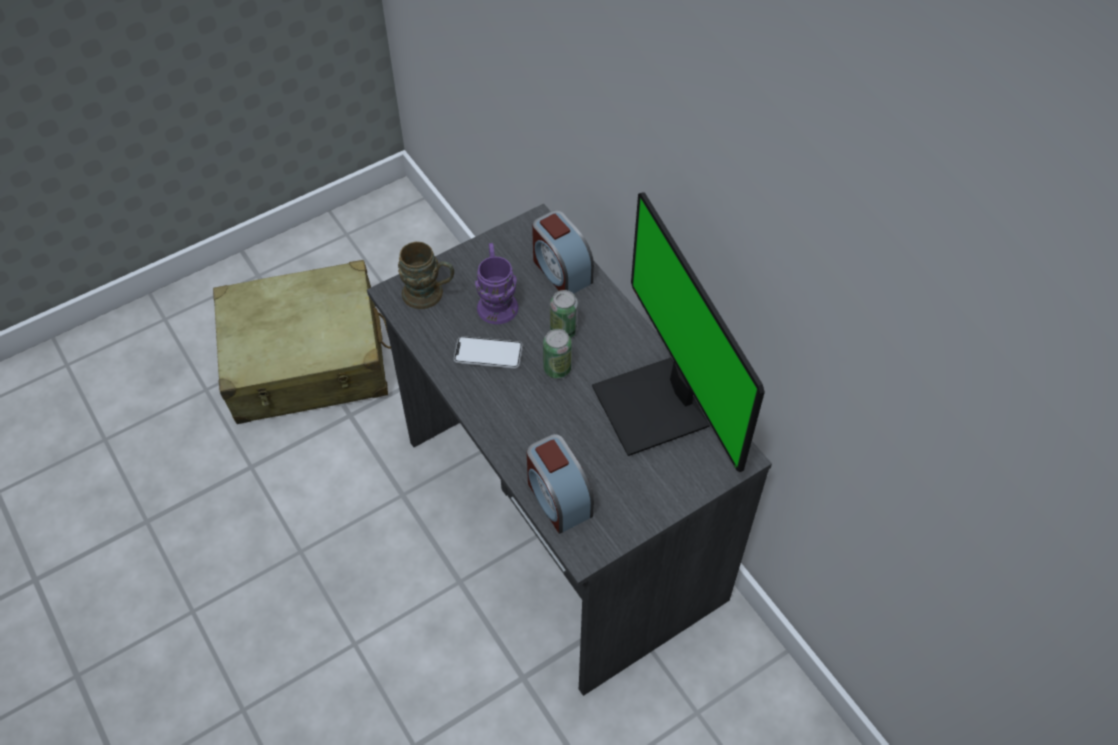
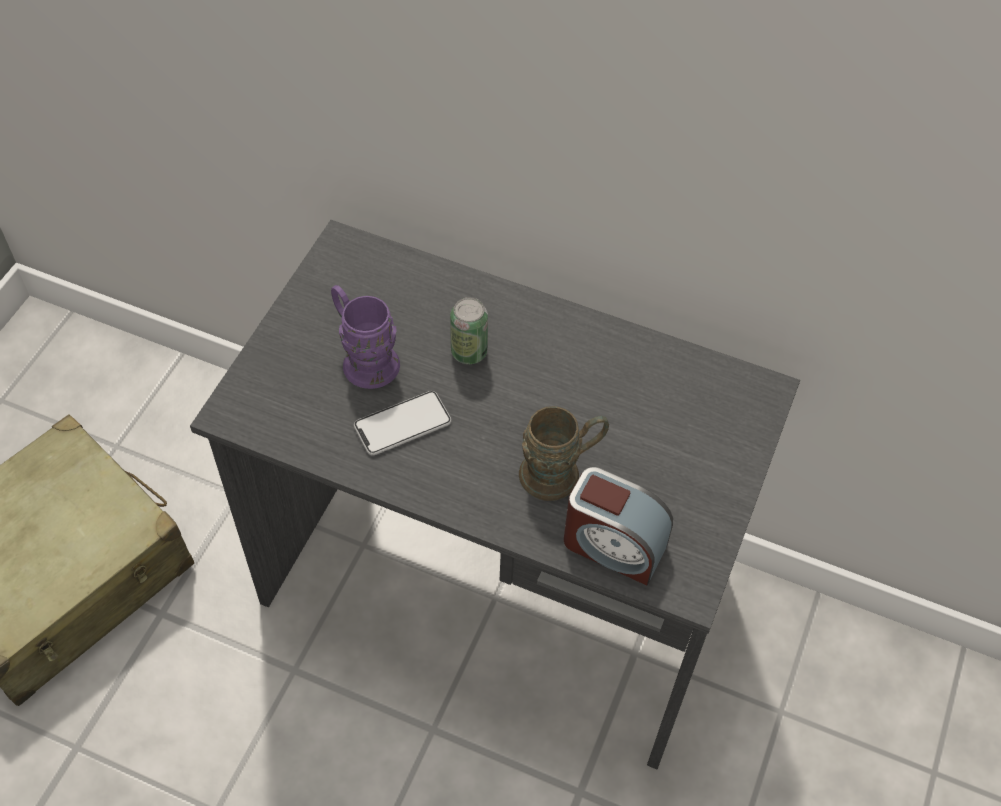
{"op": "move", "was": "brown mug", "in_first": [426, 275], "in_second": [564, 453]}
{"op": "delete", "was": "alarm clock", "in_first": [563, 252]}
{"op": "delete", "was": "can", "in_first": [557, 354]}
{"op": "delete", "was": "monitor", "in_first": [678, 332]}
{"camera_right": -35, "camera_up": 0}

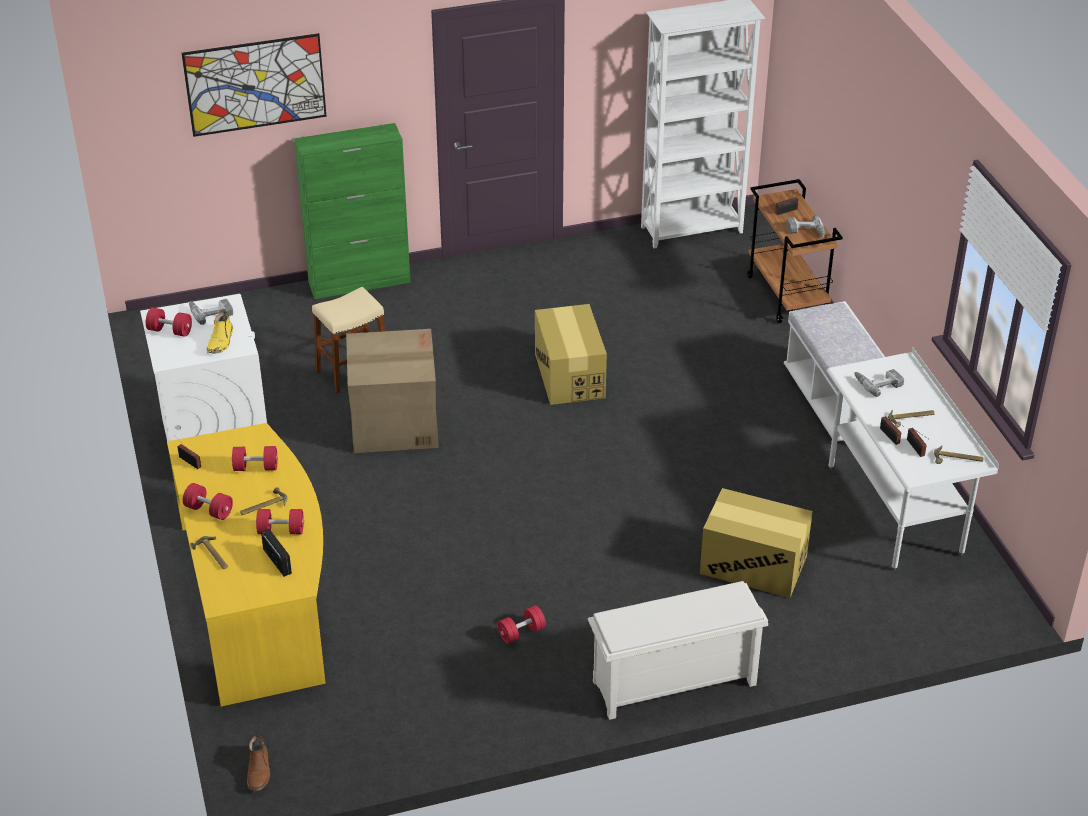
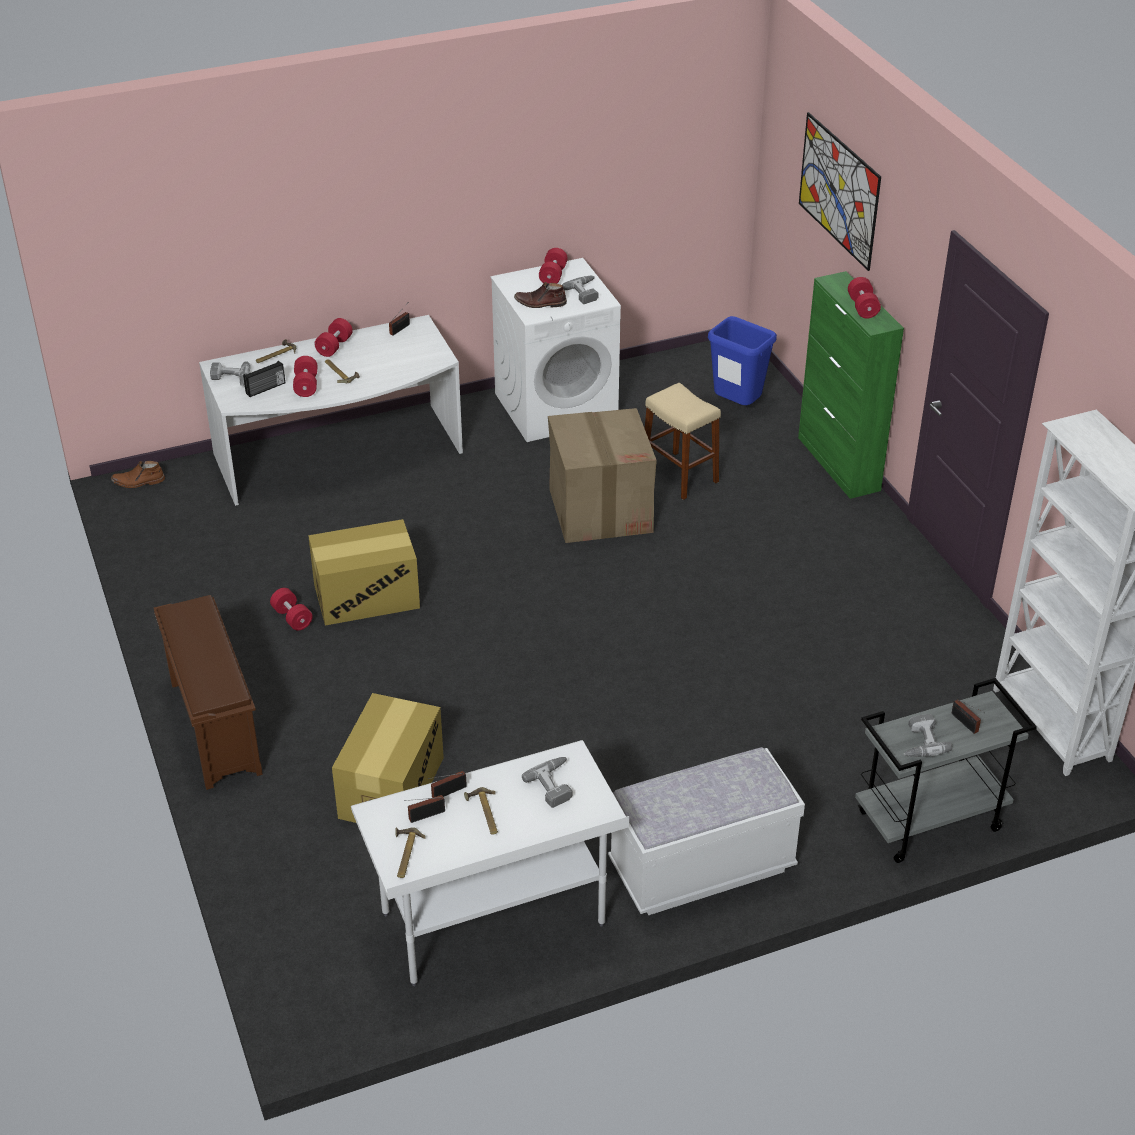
{"op": "recolor", "was": "yellow desk", "now": "white desk", "in_first": [246, 565], "in_second": [331, 410]}
{"op": "recolor", "was": "yellow boot", "now": "brown boot", "in_first": [219, 332], "in_second": [540, 295]}
{"op": "move", "was": "red dumbbell", "in_first": [255, 458], "in_second": [864, 298]}
{"op": "move", "was": "cardboard box", "in_first": [571, 354], "in_second": [364, 572]}
{"op": "recolor", "was": "white shoe rack", "now": "brown shoe rack", "in_first": [678, 650], "in_second": [208, 692]}
{"op": "recolor", "was": "brown cart", "now": "grey cart", "in_first": [795, 251], "in_second": [946, 770]}
{"op": "insert", "now": "power drill", "in_second": [230, 374]}
{"op": "insert", "now": "blue trash can", "in_second": [742, 360]}
{"camera_right": 85, "camera_up": 0}

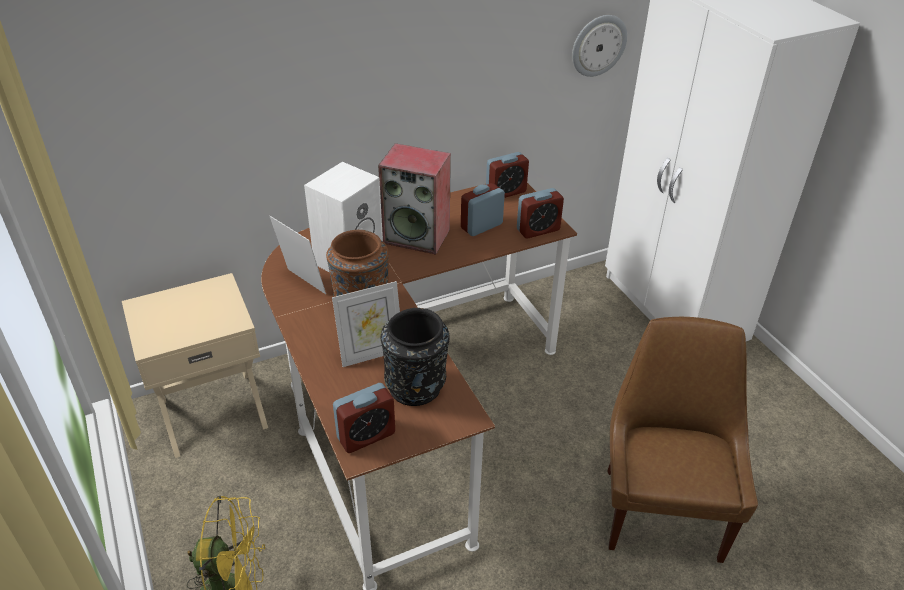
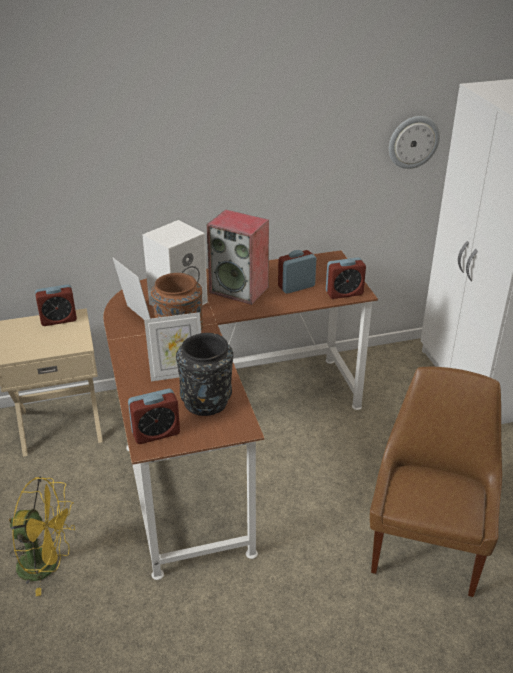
{"op": "move", "was": "alarm clock", "in_first": [507, 175], "in_second": [56, 305]}
{"camera_right": 10, "camera_up": -5}

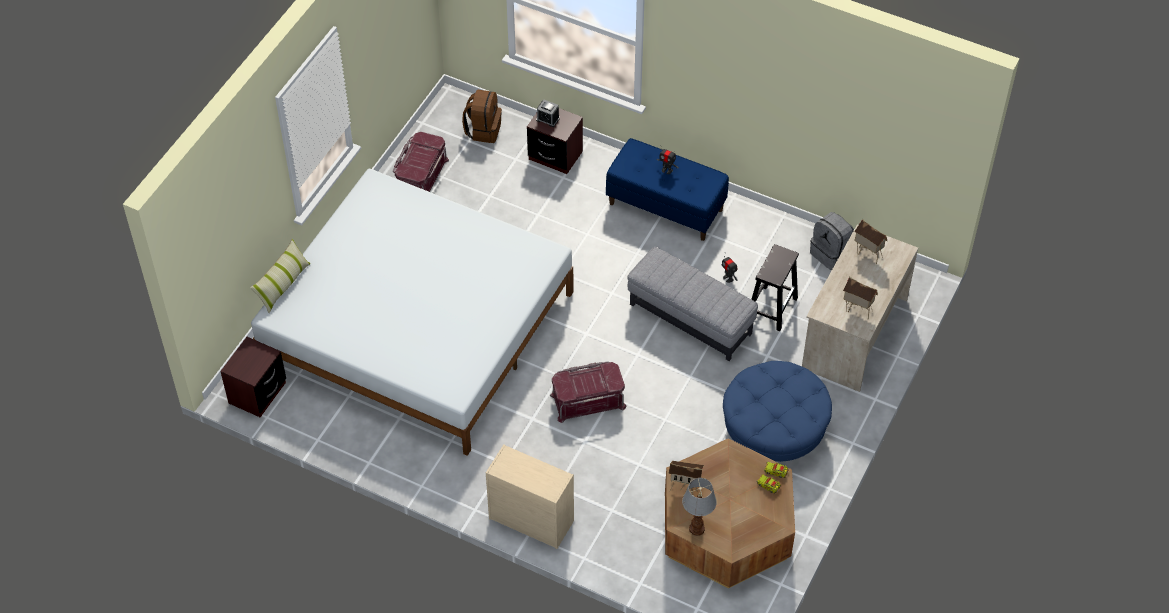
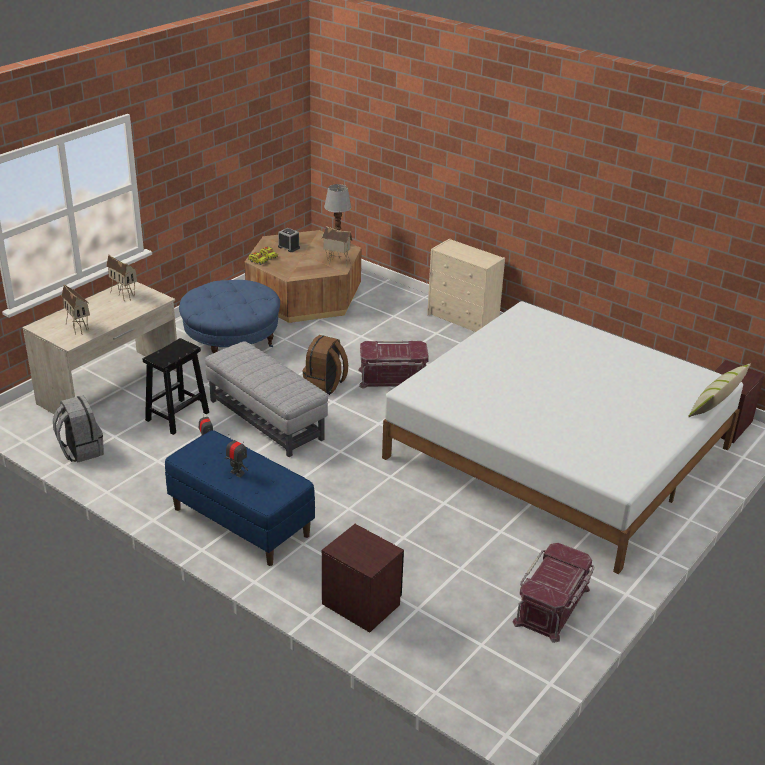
{"op": "move", "was": "brown backpack", "in_first": [482, 116], "in_second": [325, 365]}
{"op": "move", "was": "alarm clock", "in_first": [548, 113], "in_second": [289, 240]}
{"camera_right": -170, "camera_up": -20}

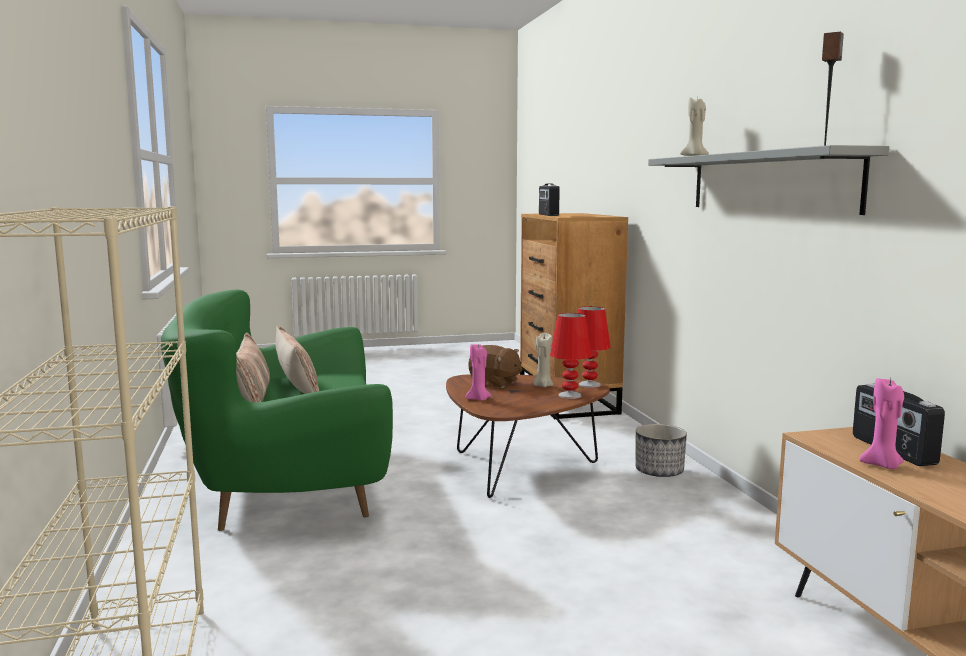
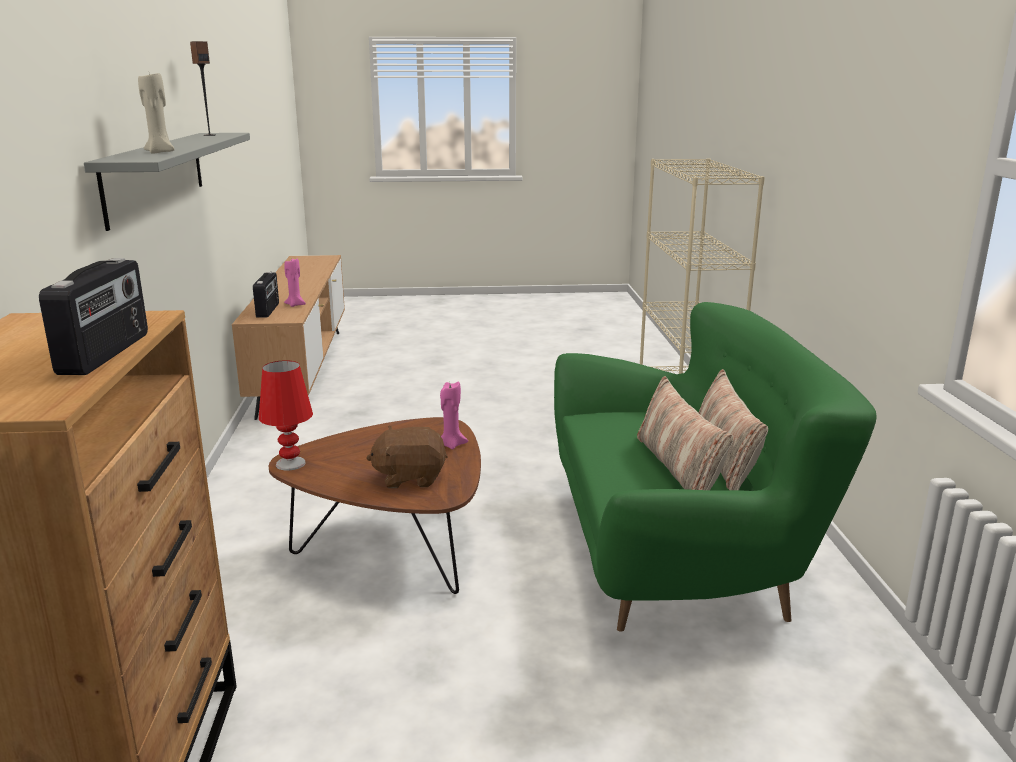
{"op": "rotate", "was": "brown plush toy", "in_first": [495, 366], "in_second": [407, 457], "clockwise": -45}
{"op": "delete", "was": "beige candle", "in_first": [543, 360]}
{"op": "delete", "was": "red table lamp", "in_first": [571, 356]}
{"op": "delete", "was": "planter", "in_first": [661, 450]}
{"camera_right": -170, "camera_up": 10}

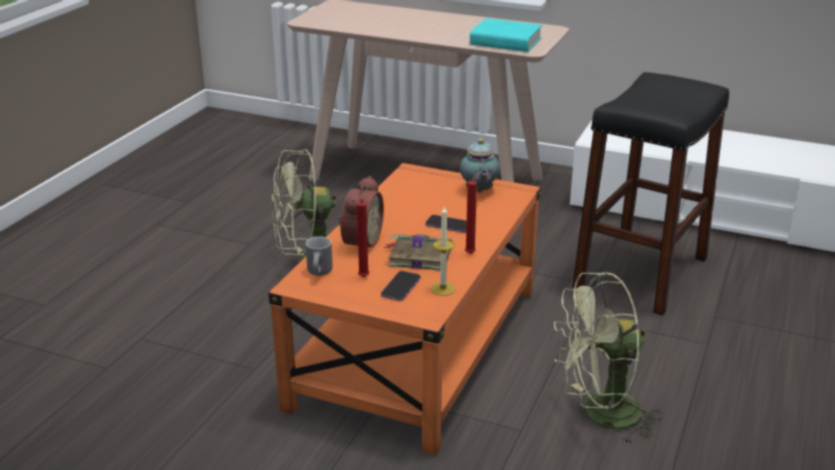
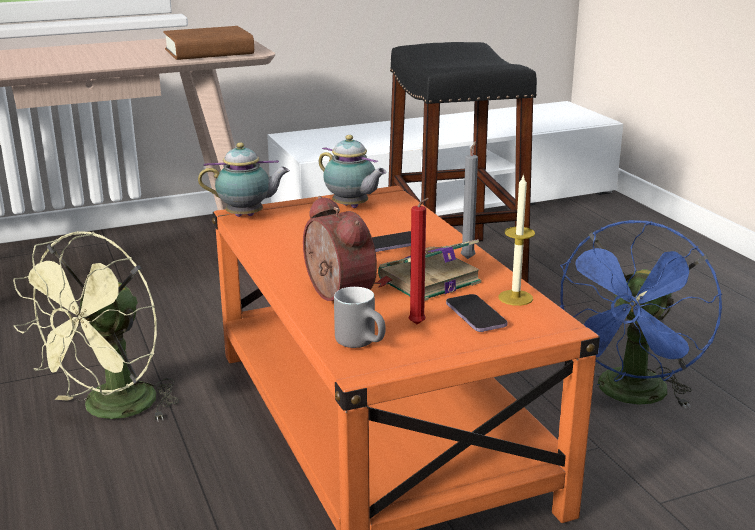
{"op": "recolor", "was": "red candle", "now": "grey candle", "in_first": [473, 213], "in_second": [469, 200]}
{"op": "recolor", "was": "turquoise book", "now": "brown book", "in_first": [506, 35], "in_second": [208, 43]}
{"op": "recolor", "was": "green fan", "now": "blue fan", "in_first": [608, 358], "in_second": [641, 314]}
{"op": "insert", "now": "teapot", "in_second": [244, 179]}
{"camera_right": -45, "camera_up": -5}

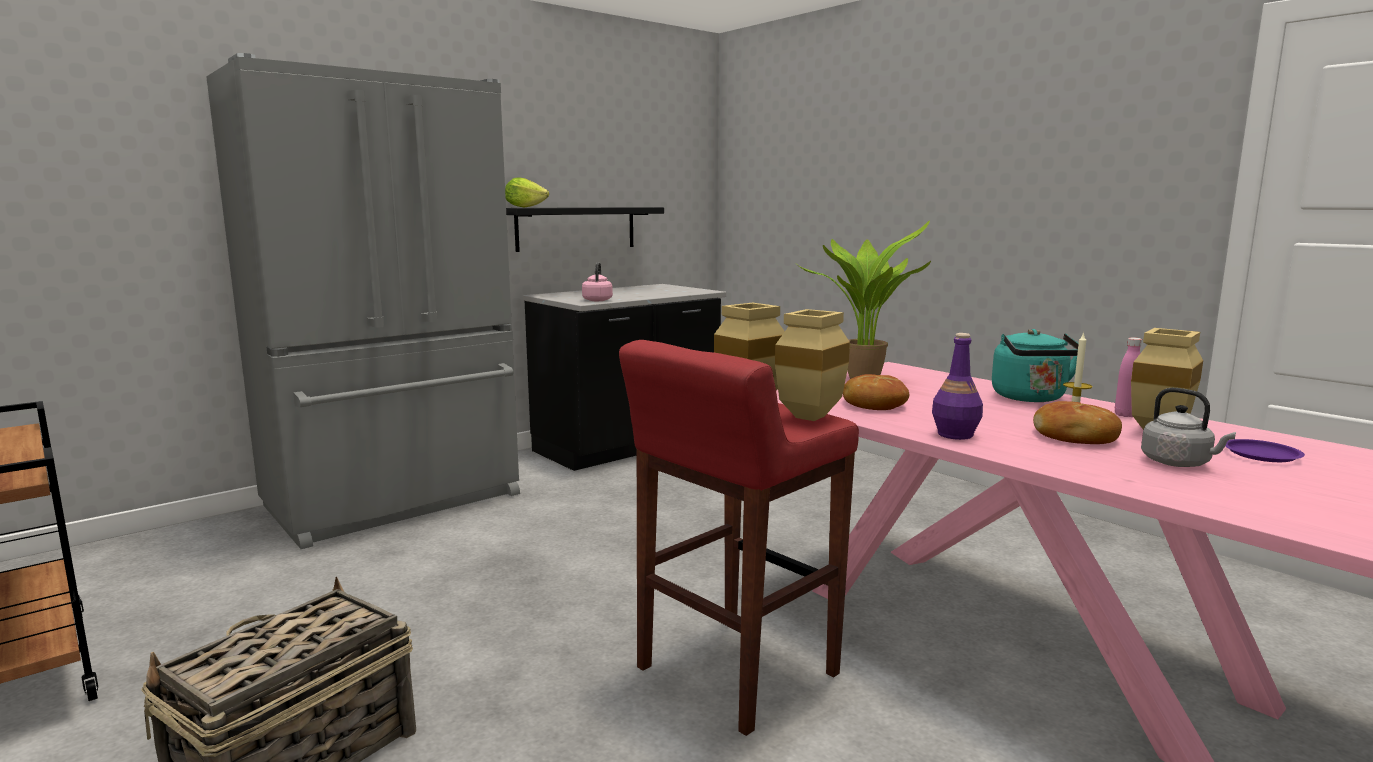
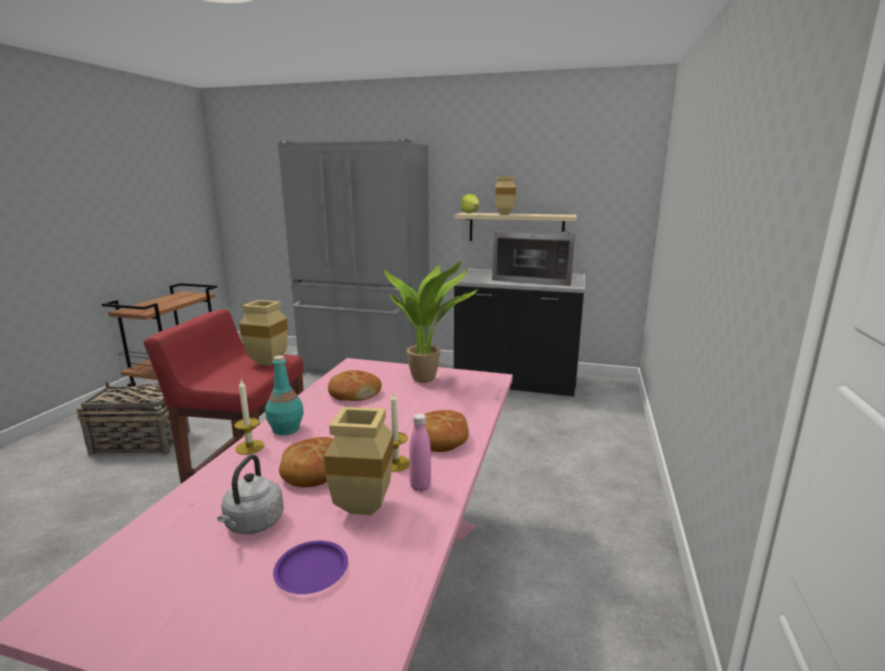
{"op": "recolor", "was": "black shelf", "now": "beige shelf", "in_first": [585, 229], "in_second": [516, 227]}
{"op": "delete", "was": "pink kettle", "in_first": [597, 281]}
{"op": "move", "was": "beige vase", "in_first": [812, 365], "in_second": [505, 195]}
{"op": "recolor", "was": "purple bottle", "now": "turquoise bottle", "in_first": [957, 386], "in_second": [284, 395]}
{"op": "replace", "was": "turquoise kettle", "now": "bread", "in_first": [1035, 365], "in_second": [441, 431]}
{"op": "insert", "now": "candle", "in_second": [249, 417]}
{"op": "insert", "now": "microwave", "in_second": [533, 258]}
{"camera_right": 55, "camera_up": 5}

